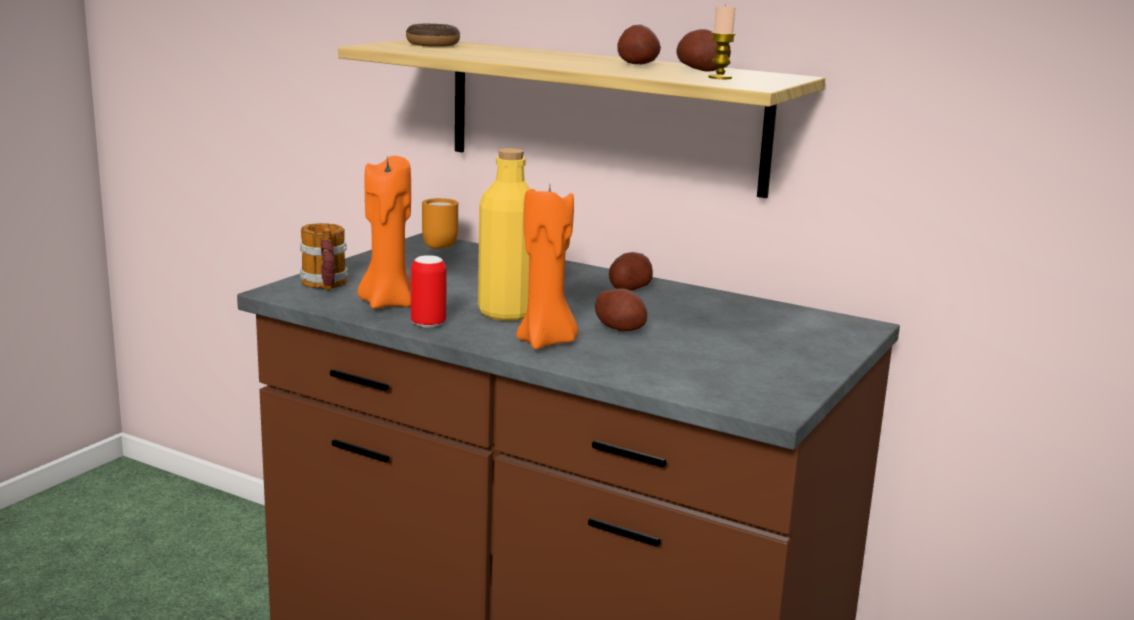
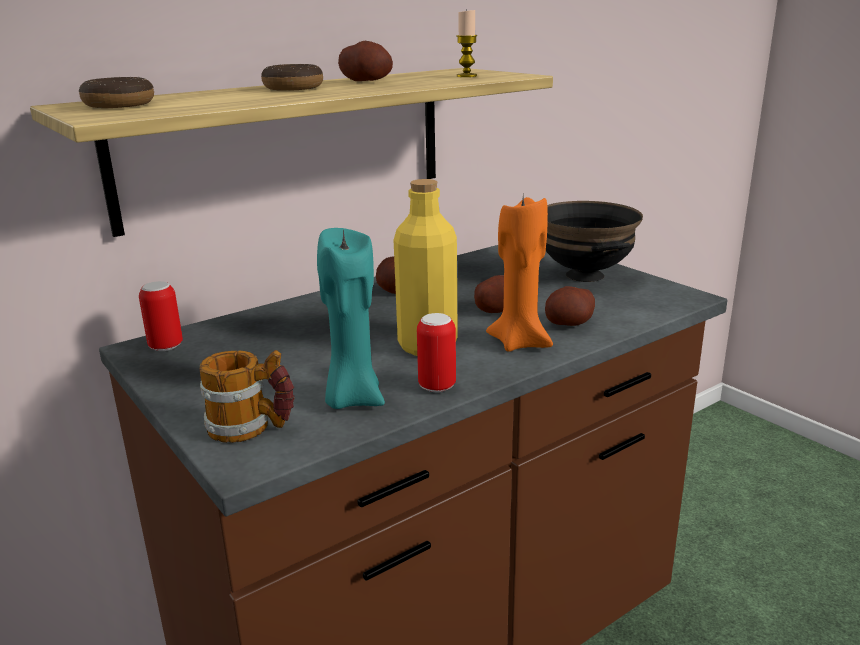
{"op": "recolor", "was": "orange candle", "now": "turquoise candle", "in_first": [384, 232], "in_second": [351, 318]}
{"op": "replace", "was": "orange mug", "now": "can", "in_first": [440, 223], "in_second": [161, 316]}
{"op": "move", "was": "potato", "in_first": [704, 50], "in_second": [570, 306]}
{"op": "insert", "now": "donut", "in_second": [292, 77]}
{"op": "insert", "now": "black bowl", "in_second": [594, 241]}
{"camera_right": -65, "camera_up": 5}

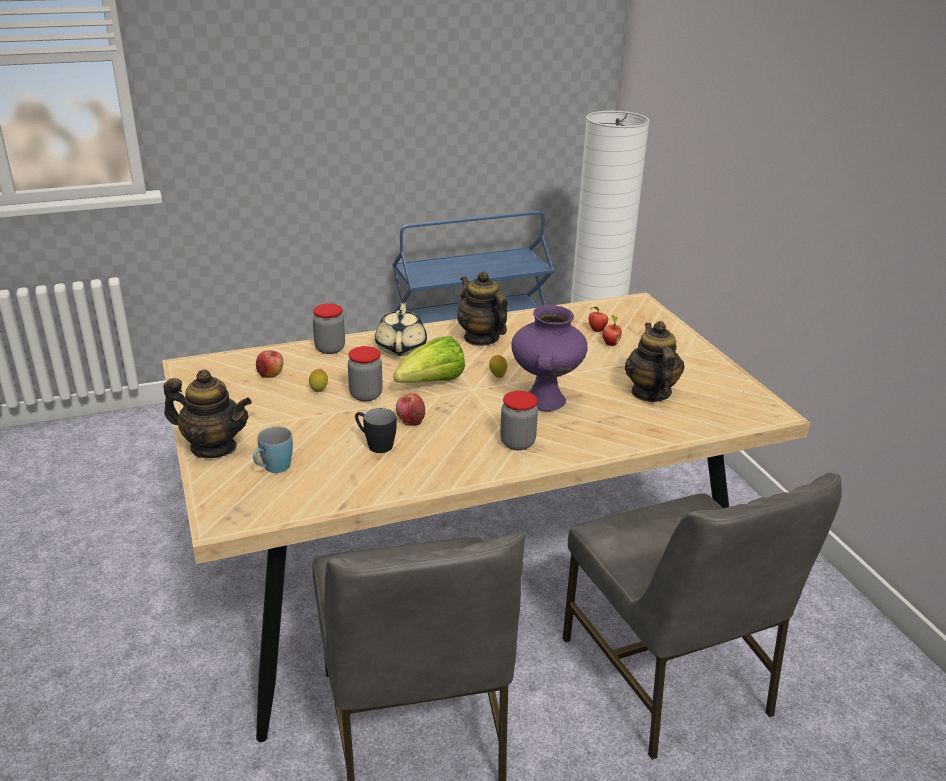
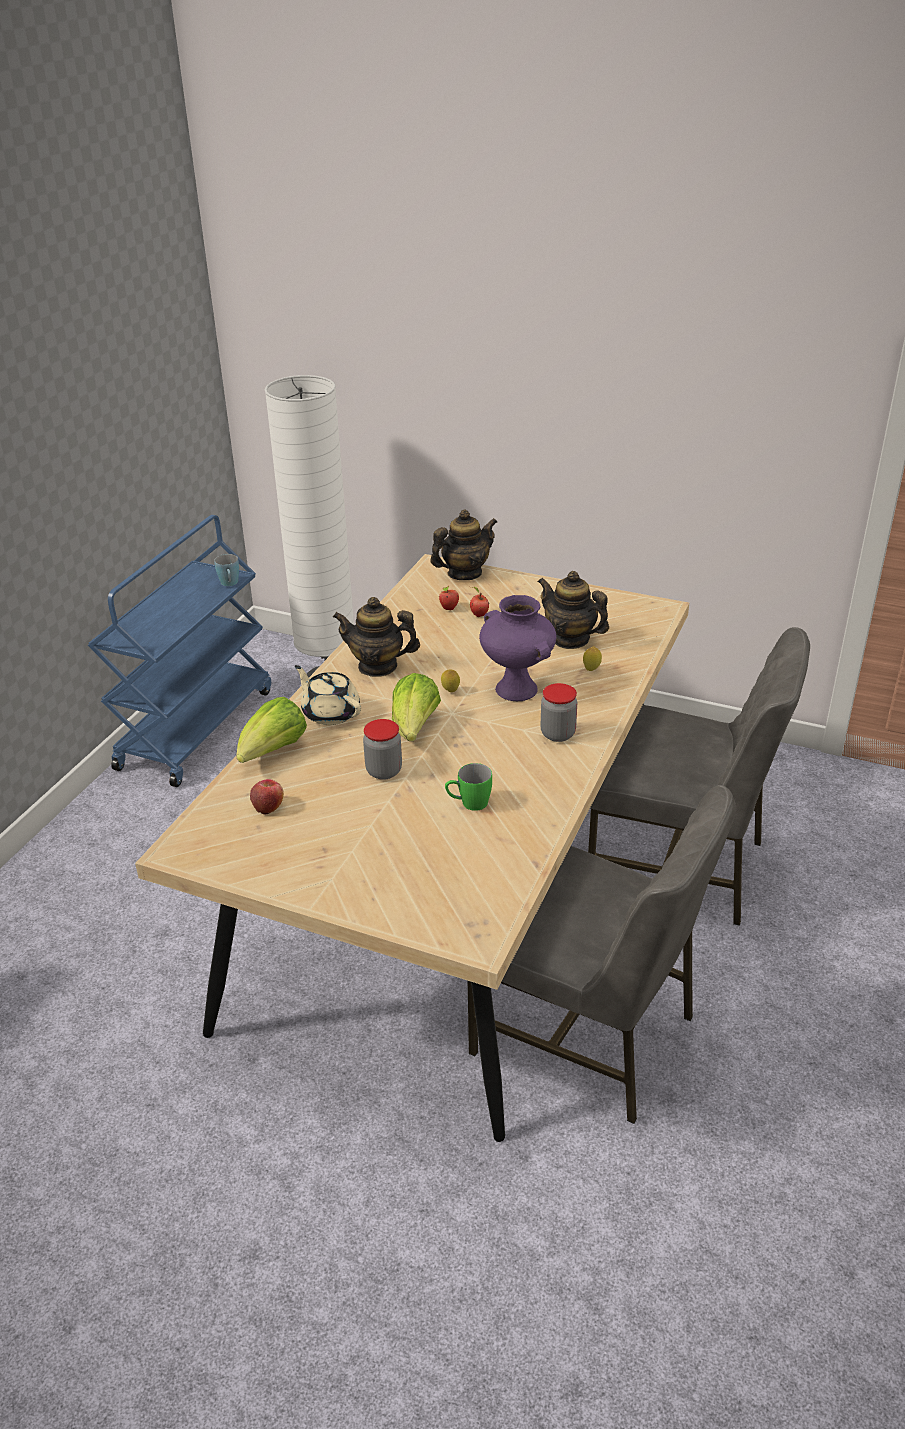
{"op": "move", "was": "teapot", "in_first": [208, 413], "in_second": [463, 544]}
{"op": "move", "was": "blue mug", "in_first": [273, 449], "in_second": [226, 570]}
{"op": "move", "was": "lemon", "in_first": [318, 380], "in_second": [592, 658]}
{"op": "replace", "was": "jar", "now": "lettuce", "in_first": [329, 328], "in_second": [271, 730]}
{"op": "recolor", "was": "black mug", "now": "green mug", "in_first": [376, 430], "in_second": [468, 787]}
{"op": "delete", "was": "apple", "in_first": [410, 409]}
{"camera_right": -45, "camera_up": 5}

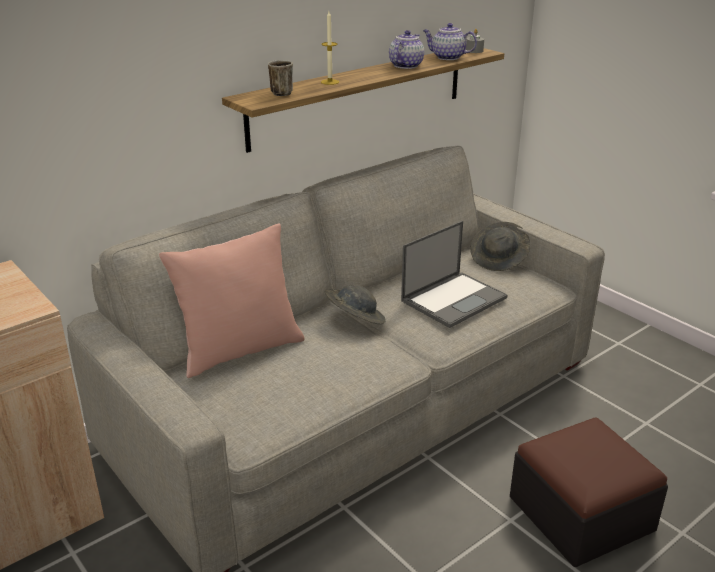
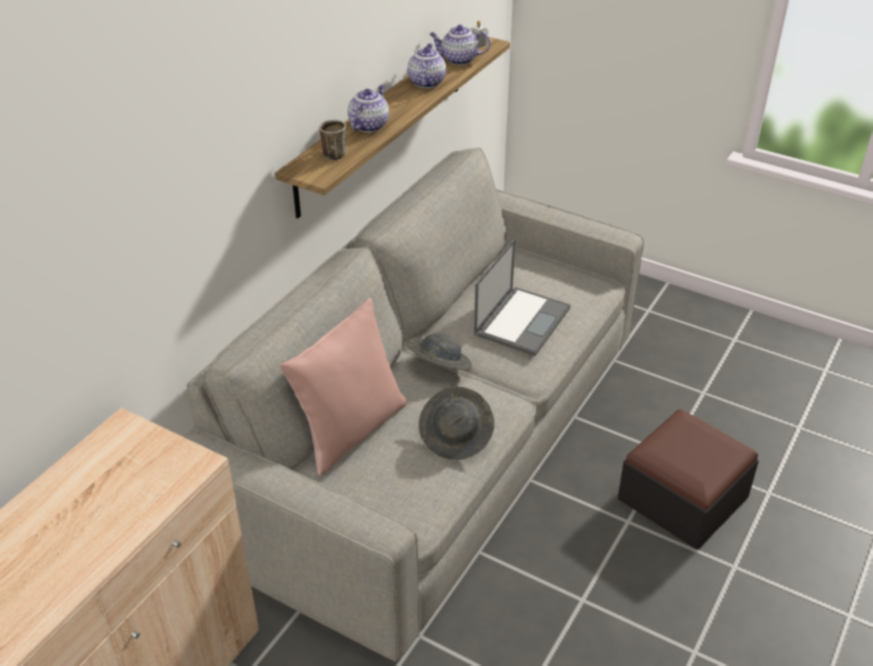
{"op": "replace", "was": "candle", "now": "teapot", "in_first": [330, 48], "in_second": [368, 108]}
{"op": "move", "was": "grey hat", "in_first": [500, 246], "in_second": [456, 423]}
{"camera_right": -20, "camera_up": 10}

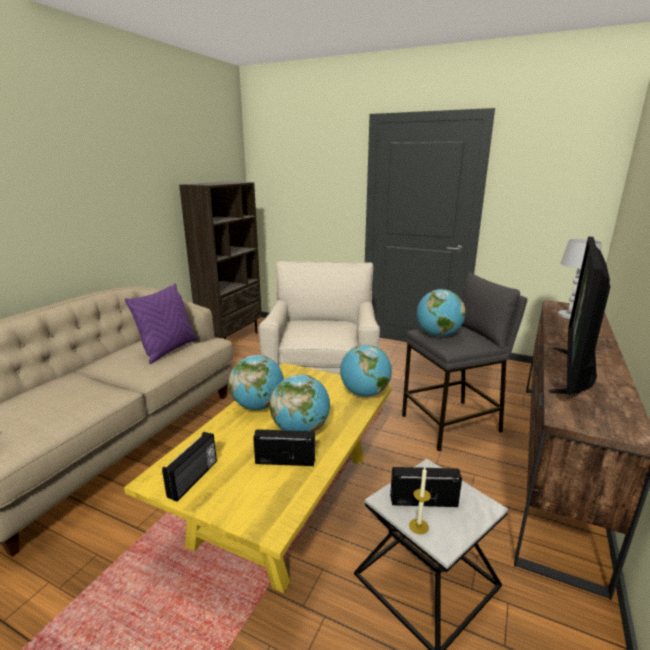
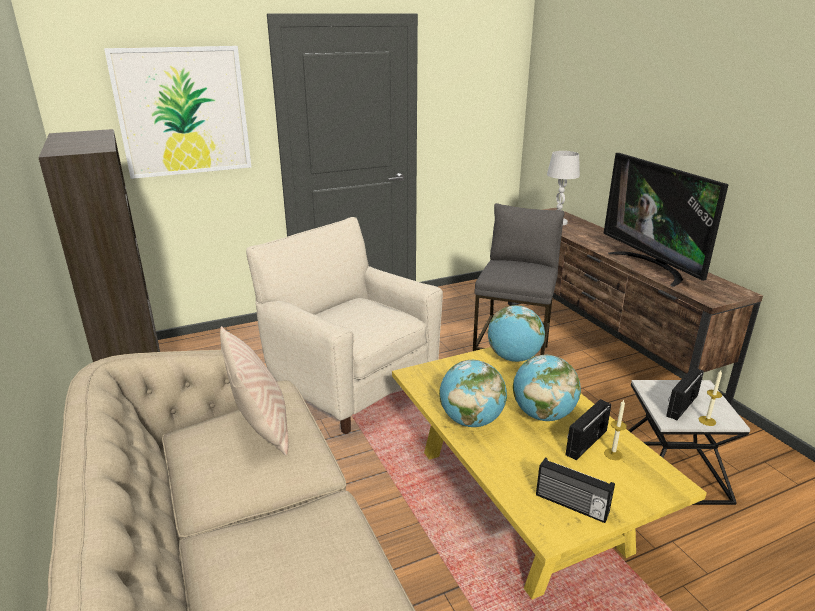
{"op": "recolor", "was": "purple pillow", "now": "beige pillow", "in_first": [161, 323], "in_second": [254, 391]}
{"op": "rotate", "was": "radio", "in_first": [189, 467], "in_second": [575, 490], "clockwise": 150}
{"op": "delete", "was": "globe", "in_first": [441, 313]}
{"op": "insert", "now": "picture", "in_second": [177, 112]}
{"op": "insert", "now": "candle", "in_second": [615, 430]}
{"camera_right": -50, "camera_up": 5}

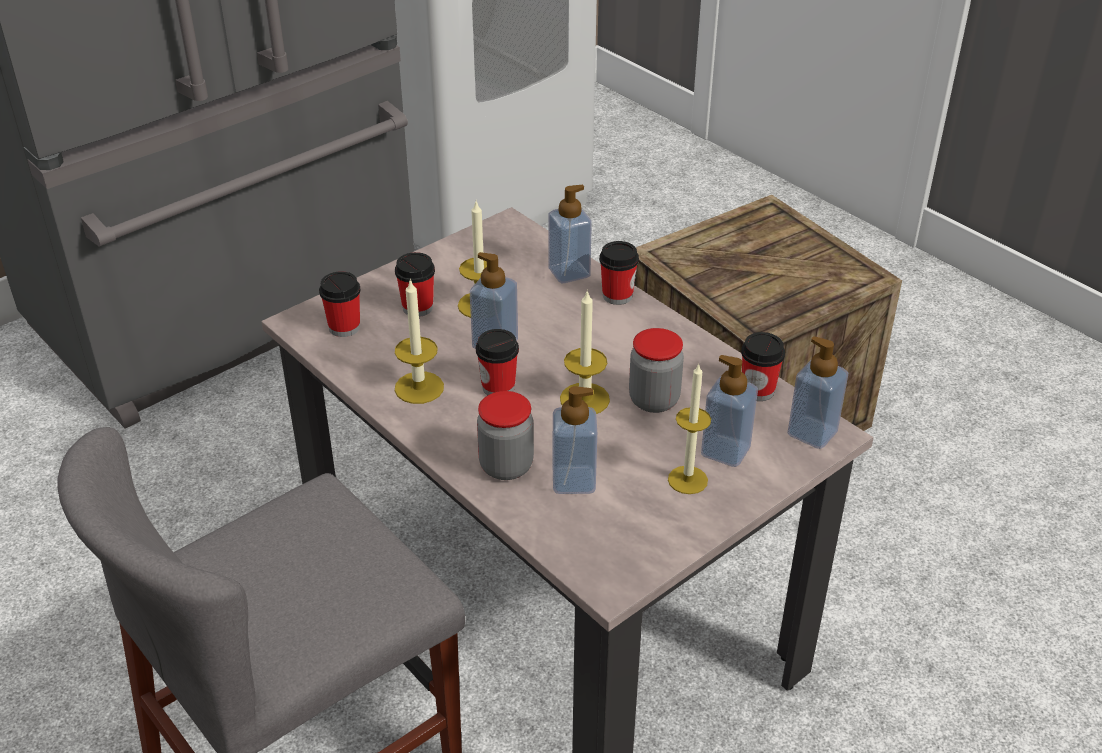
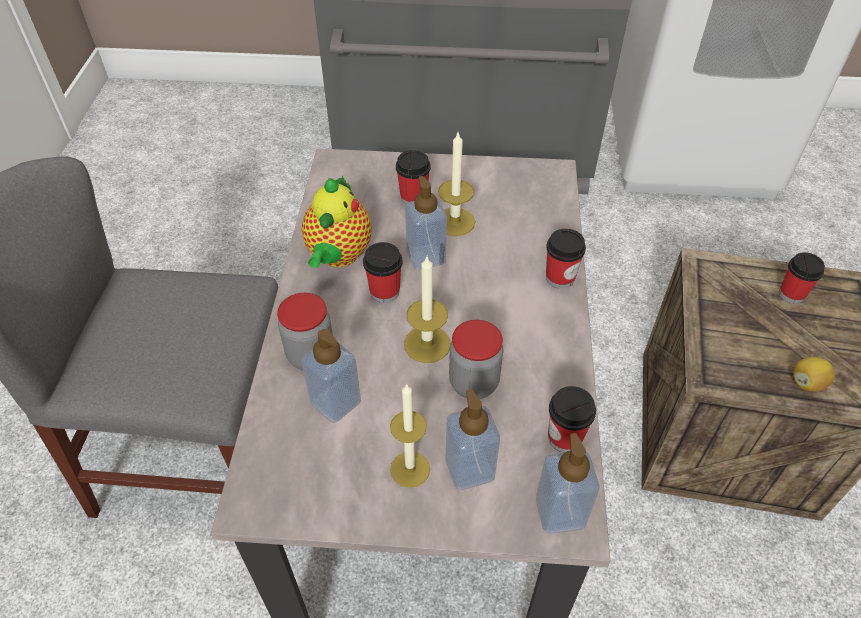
{"op": "move", "was": "cup", "in_first": [339, 304], "in_second": [802, 277]}
{"op": "replace", "was": "candle", "now": "teapot", "in_first": [419, 341], "in_second": [337, 221]}
{"op": "delete", "was": "soap dispenser", "in_first": [570, 234]}
{"op": "insert", "now": "lemon", "in_second": [814, 374]}
{"camera_right": 45, "camera_up": 10}

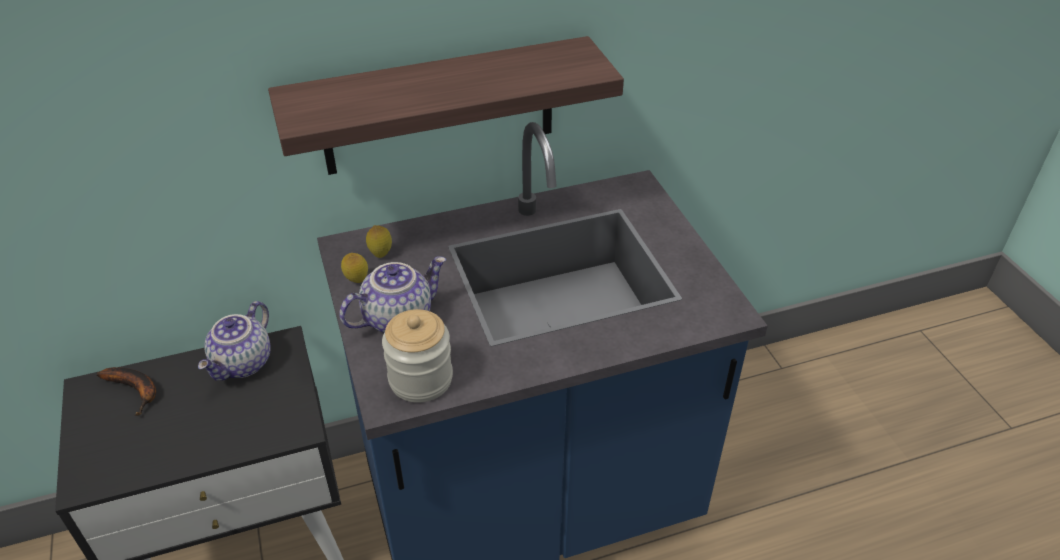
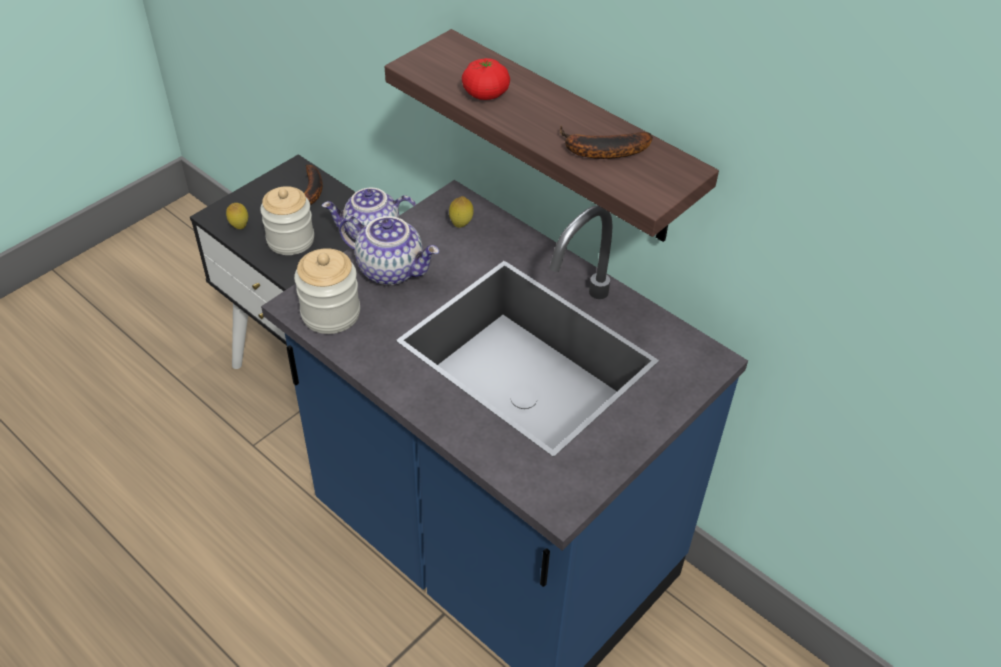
{"op": "move", "was": "lemon", "in_first": [354, 268], "in_second": [237, 216]}
{"op": "insert", "now": "jar", "in_second": [287, 220]}
{"op": "insert", "now": "tomato", "in_second": [486, 79]}
{"op": "insert", "now": "banana", "in_second": [606, 142]}
{"camera_right": 60, "camera_up": 5}

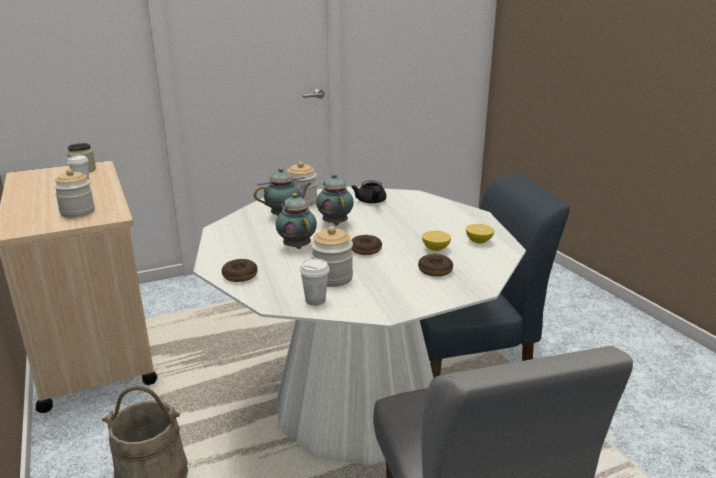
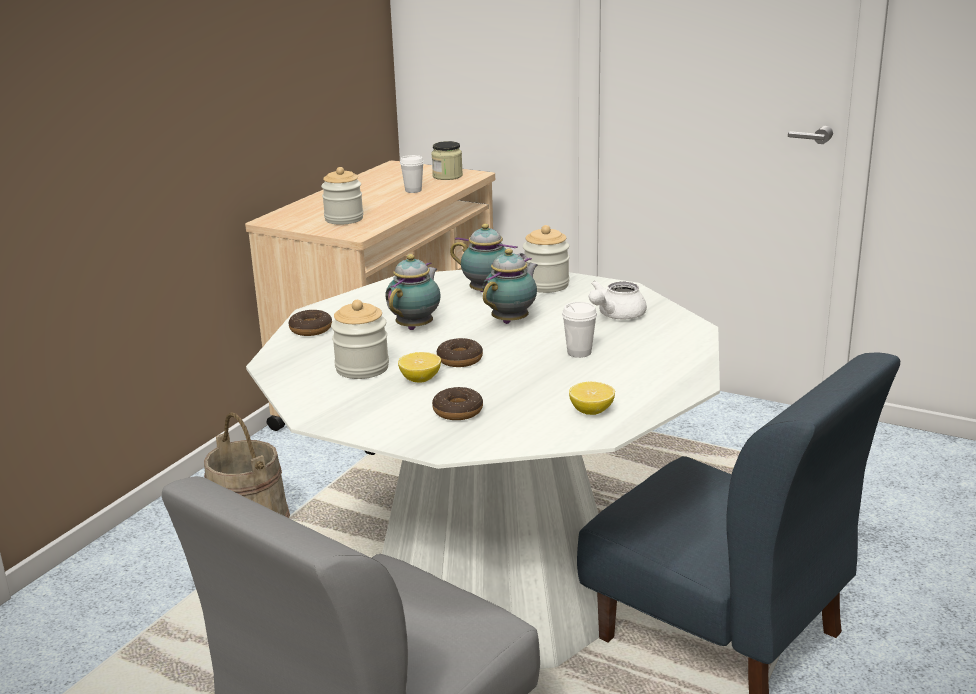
{"op": "move", "was": "white cup", "in_first": [315, 282], "in_second": [579, 330]}
{"op": "recolor", "was": "black teapot", "now": "white teapot", "in_first": [368, 191], "in_second": [618, 300]}
{"op": "move", "was": "lemon", "in_first": [436, 241], "in_second": [419, 367]}
{"camera_right": 55, "camera_up": 0}

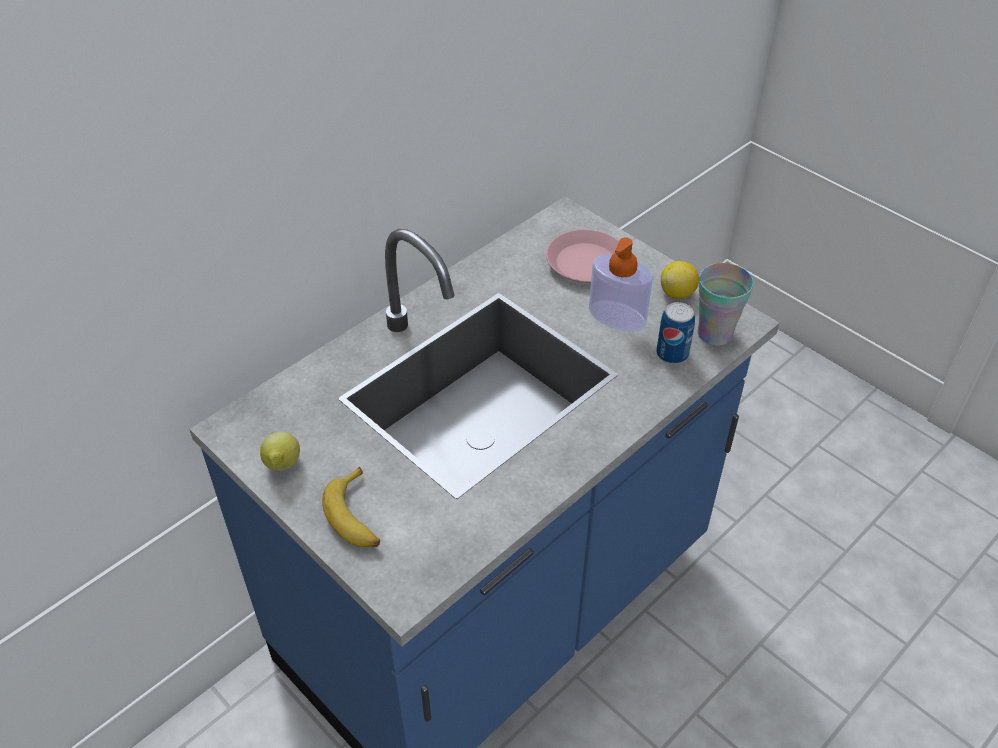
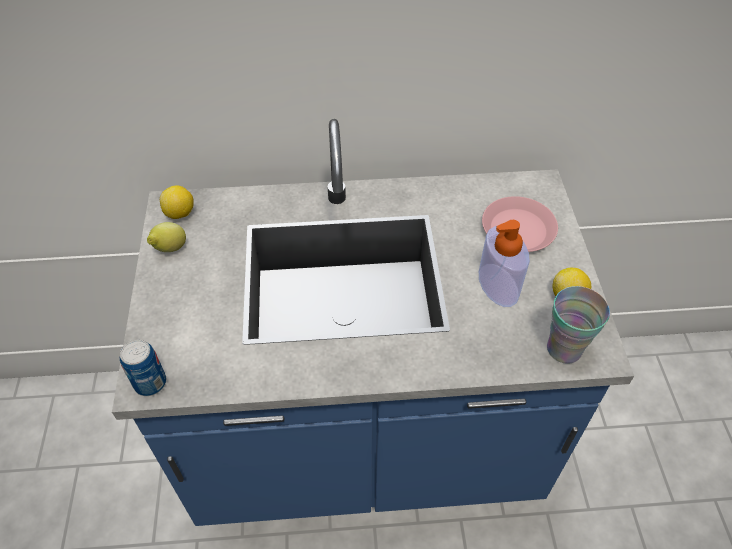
{"op": "delete", "was": "banana", "in_first": [351, 506]}
{"op": "move", "was": "can", "in_first": [675, 333], "in_second": [143, 367]}
{"op": "insert", "now": "lemon", "in_second": [177, 202]}
{"camera_right": 40, "camera_up": 5}

